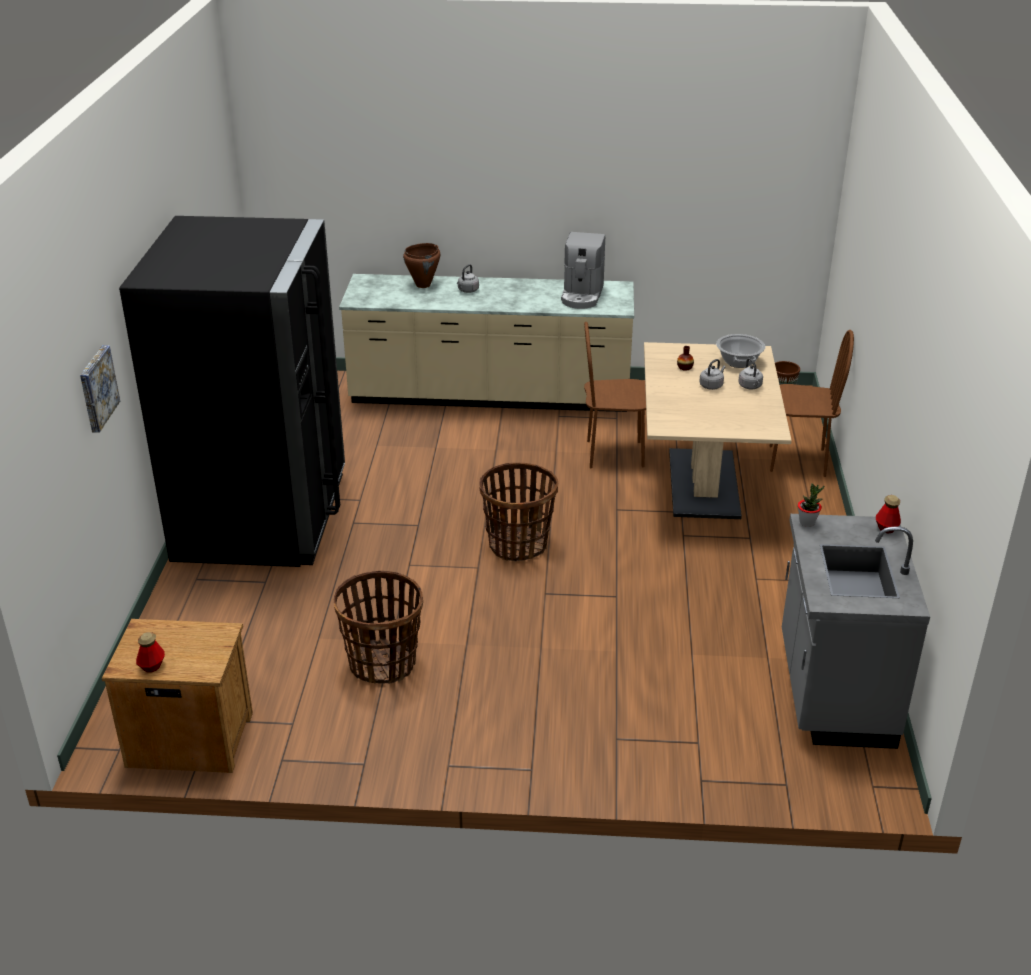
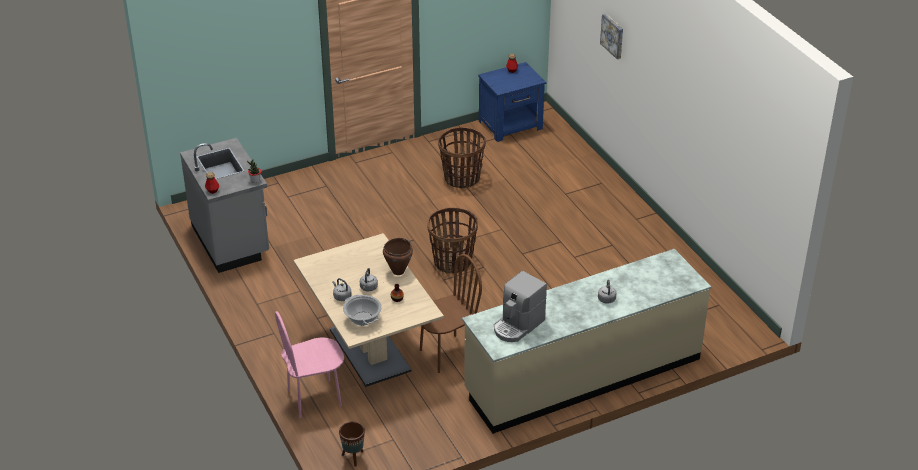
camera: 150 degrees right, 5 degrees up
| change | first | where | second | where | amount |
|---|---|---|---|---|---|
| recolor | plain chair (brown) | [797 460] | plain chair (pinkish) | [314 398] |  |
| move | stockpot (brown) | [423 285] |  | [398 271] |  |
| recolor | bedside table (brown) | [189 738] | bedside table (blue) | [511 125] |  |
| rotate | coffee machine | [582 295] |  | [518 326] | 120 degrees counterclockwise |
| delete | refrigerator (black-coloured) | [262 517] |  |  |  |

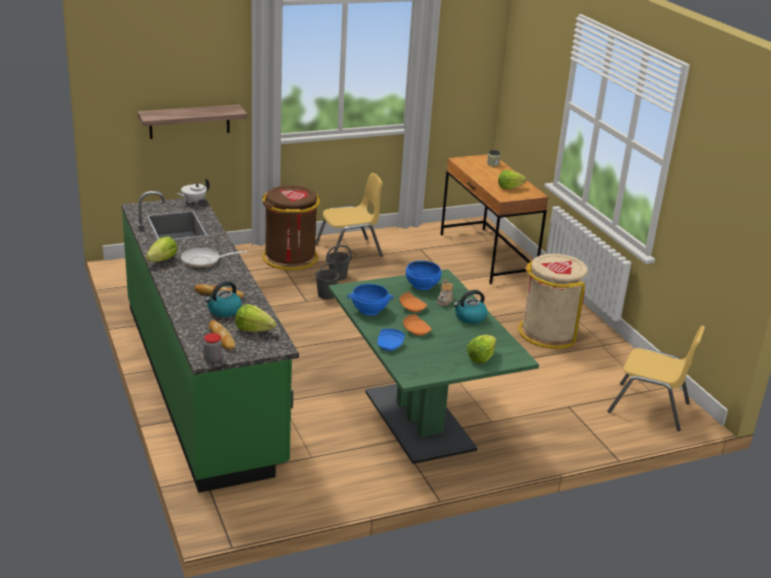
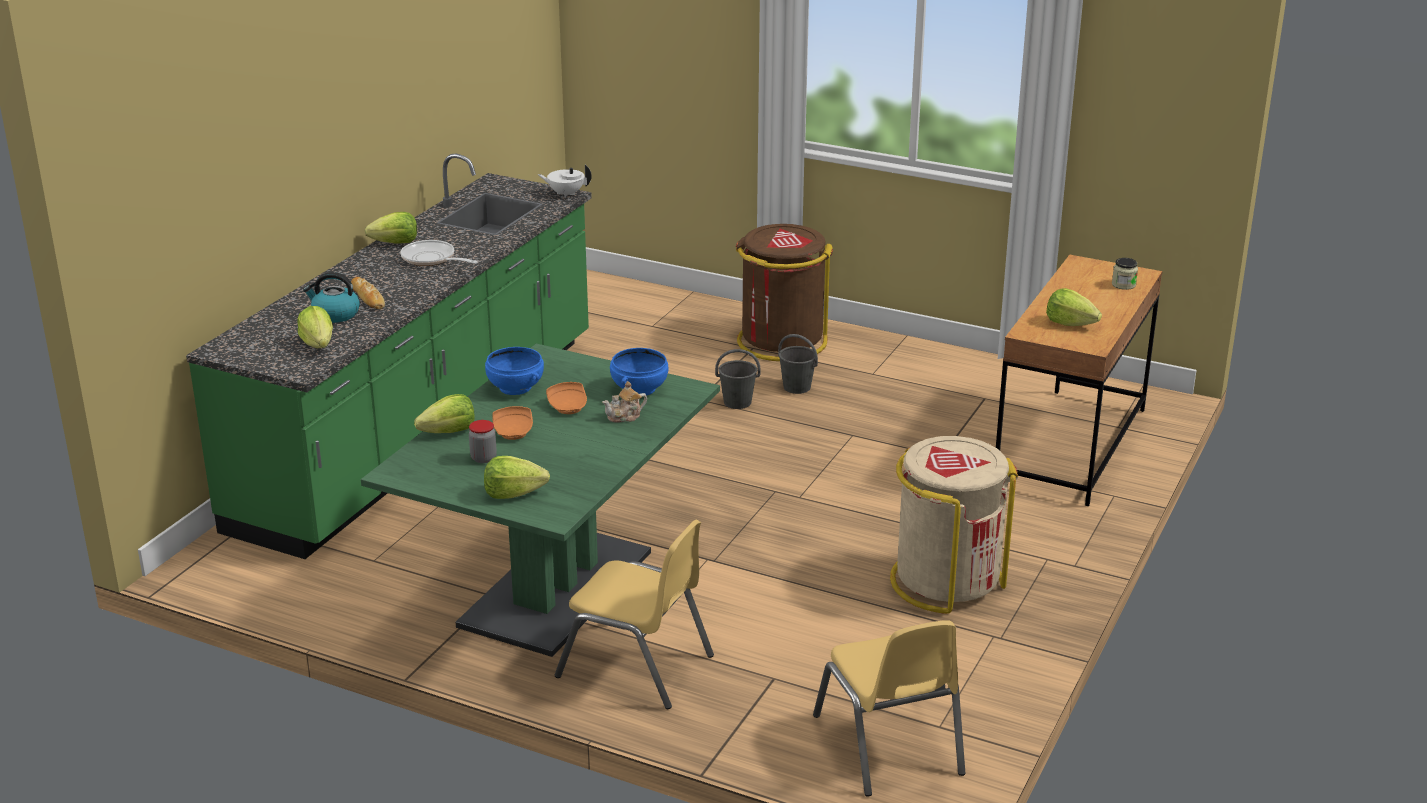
camera: 50 degrees right, 0 degrees up
| change | first | where | second | where | amount |
|---|---|---|---|---|---|
| replace | plate (blue) | [390 345] | lettuce | [449 432] |  |
| move | preserve jar | [212 359] |  | [483 458] |  |
| move | plain chair (yellow-coloured) | [349 251] |  | [636 666] |  |
| delete | bracket shelf | [189 121] |  |  |  |
| delete | bread | [221 338] |  |  |  |
| delete | water kettle | [469 317] |  |  |  |

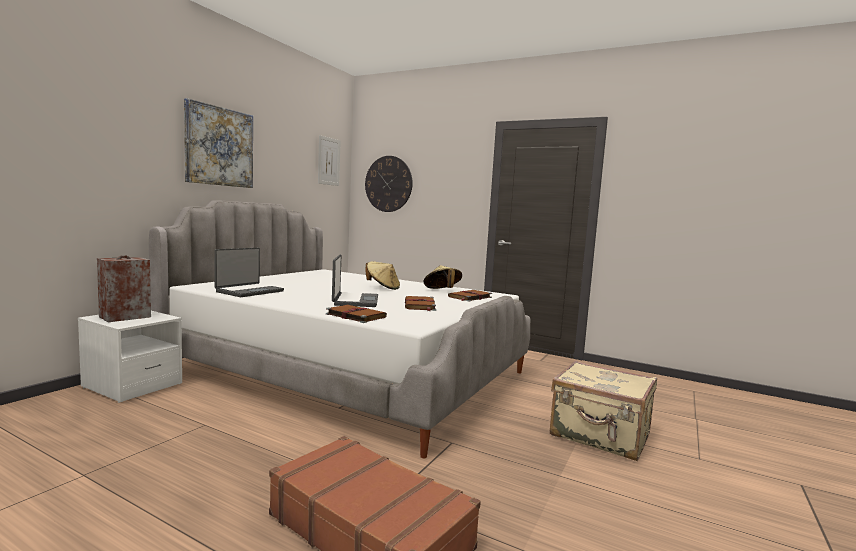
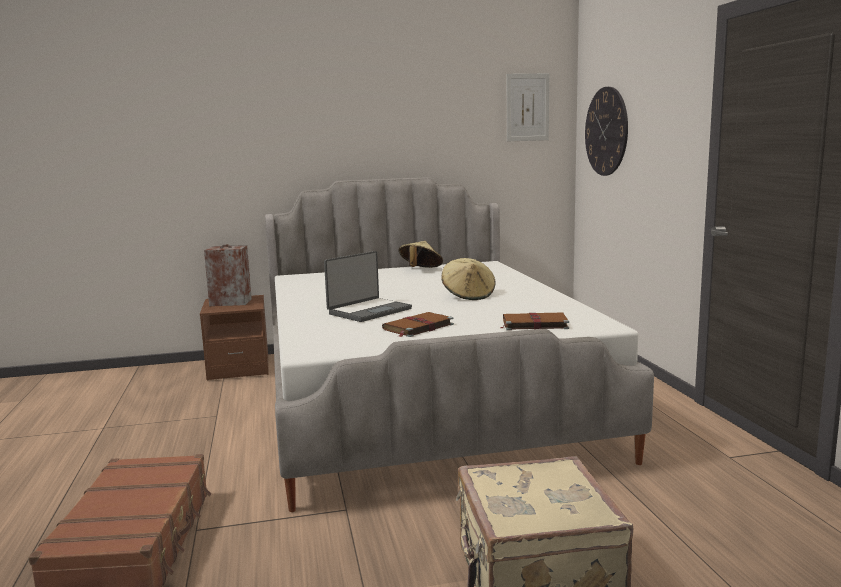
camera: 50 degrees right, 5 degrees up
| change | first | where | second | where | amount |
|---|---|---|---|---|---|
| recolor | bedside table (whitish) | [132 386] | bedside table (brown) | [239 368] |  |
| move | clothing hat (beige) | [442 291] |  | [420 270] |  |
| delete | wall picture | [219 146] |  |  |  |
| delete | notebook computer | [249 291] |  |  |  |
| delete | book (brown) | [355 315] |  |  |  |

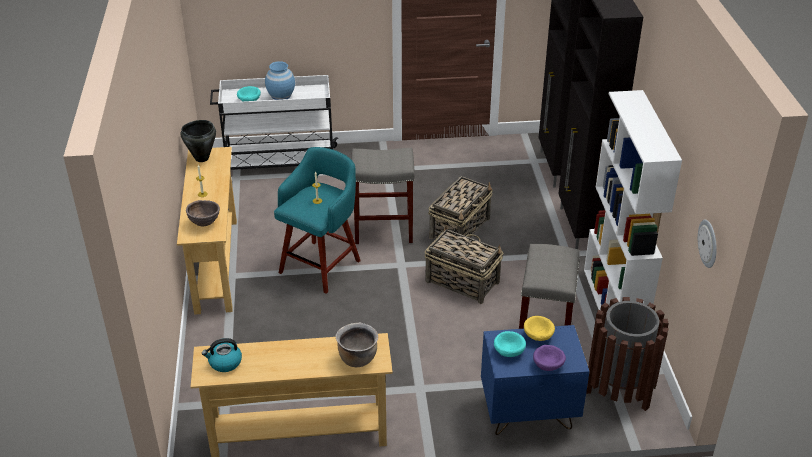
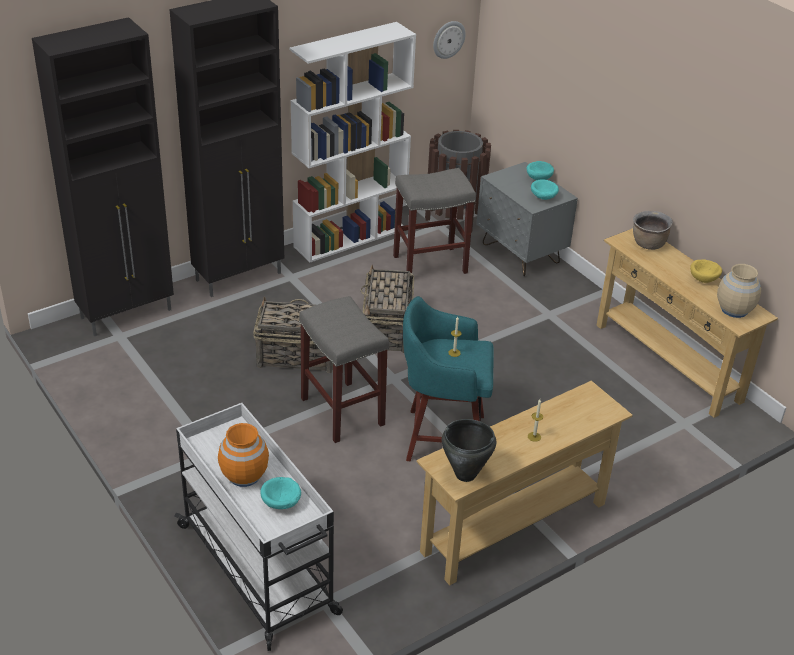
camera: 120 degrees left, 0 degrees up
| change | first | where | second | where | amount |
|---|---|---|---|---|---|
| recolor | flower vase (blue) | [281 96] | flower vase (orangey) | [244 475] |  |
| recolor | bedside table (blue) | [528 413] | bedside table (gray) | [521 254] |  |
| recolor | serving bowl (purple) | [549 365] | serving bowl (turquoise-coloured) | [538 178] |  |
| move | serving bowl (yellow-coloured) | [538 336] |  | [704 279] |  |
| replace | water kettle | [224 363] | flower vase (beige) | [734 309] |  |
| delete | serving bowl (brown) | [204 223] |  |  |  |

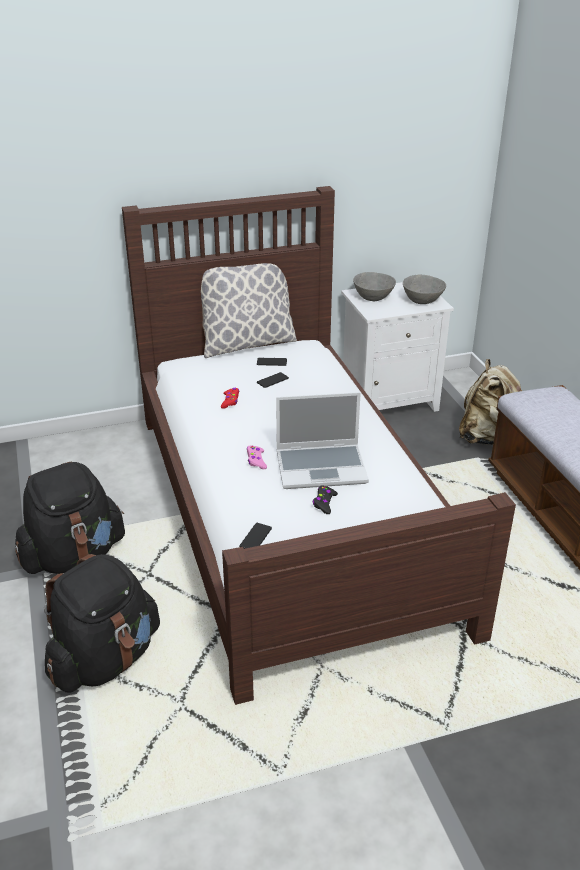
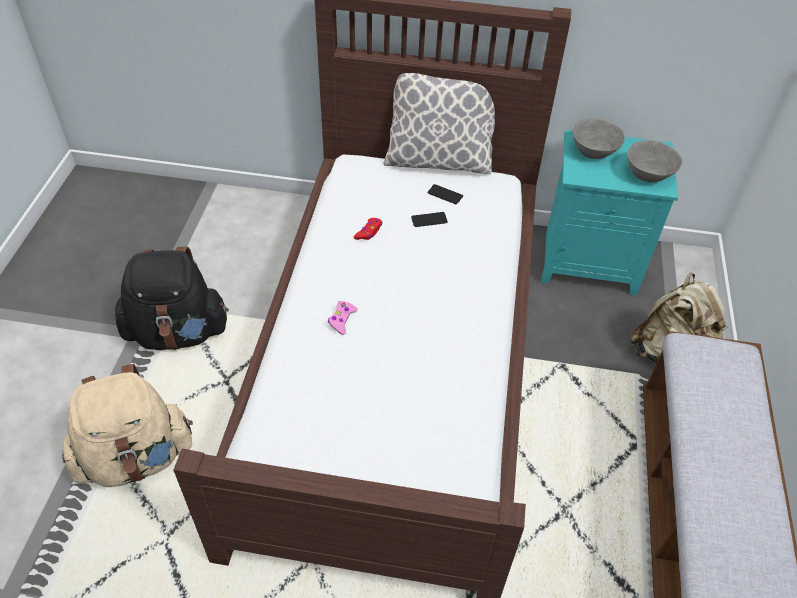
camera: 25 degrees right, 15 degrees up
| change | first | where | second | where | amount |
|---|---|---|---|---|---|
| recolor | backpack (black-coloured) | [106 659] | backpack (beige) | [136 458] |  |
| recolor | bedside table (whitish) | [389 400] | bedside table (turquoise-coloured) | [590 261] |  |
| delete | phone | [255 537] |  |  |  |
| delete | notebook computer | [322 467] |  |  |  |
| delete | game controller (black-coloured) | [324 503] |  |  |  |

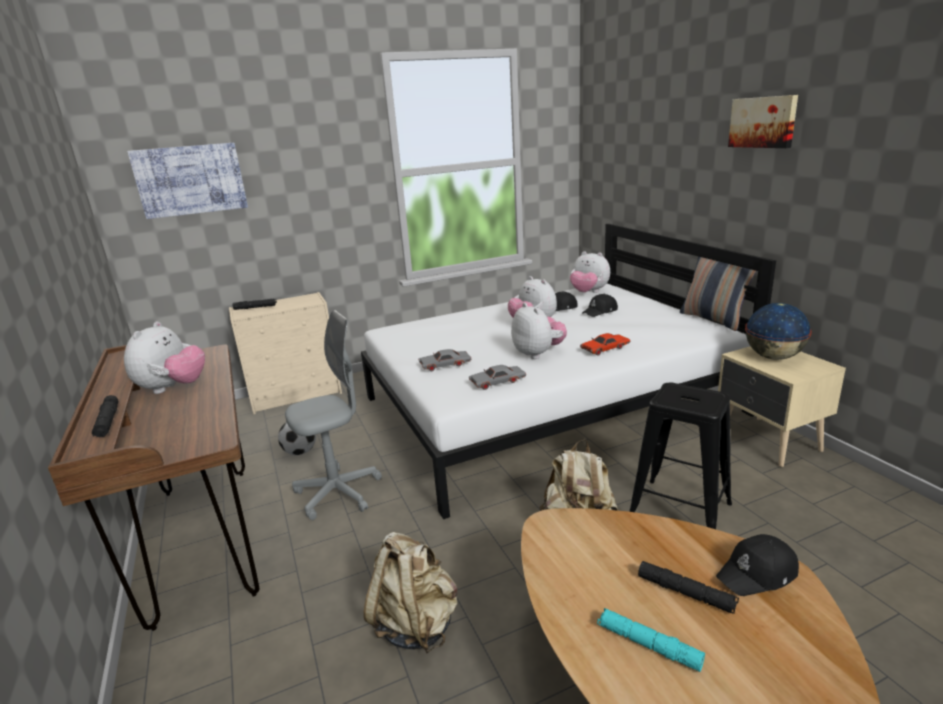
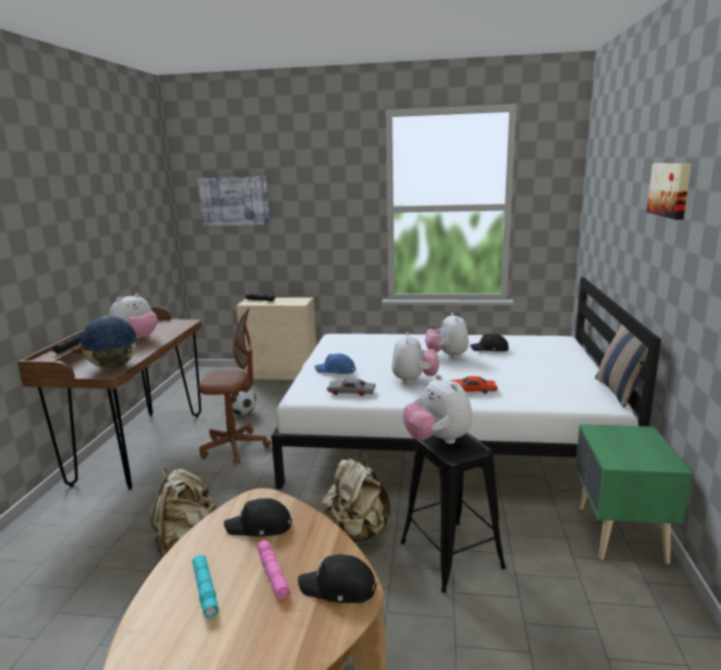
camera: 30 degrees right, 5 degrees down
| change | first | where | second | where | amount |
|---|---|---|---|---|---|
| move | desk globe | [774 357] |  | [113 366] |  |
| recolor | desk chair (gray) | [338 493] | desk chair (brown) | [235 447] |  |
| move | peaked cap (black-coloured) | [600 311] |  | [259 527] |  |
| recolor | flashlight (black-coloured) | [685 593] | flashlight (pinkish) | [273 575] |  |
| replace | model car (gray) | [445 365] | peaked cap (blue) | [336 371] |  |
| move | cuddly toy | [588 292] |  | [437 440] |  |
| recolor | bedside table (beige) | [769 442] | bedside table (greenish) | [618 534] |  |

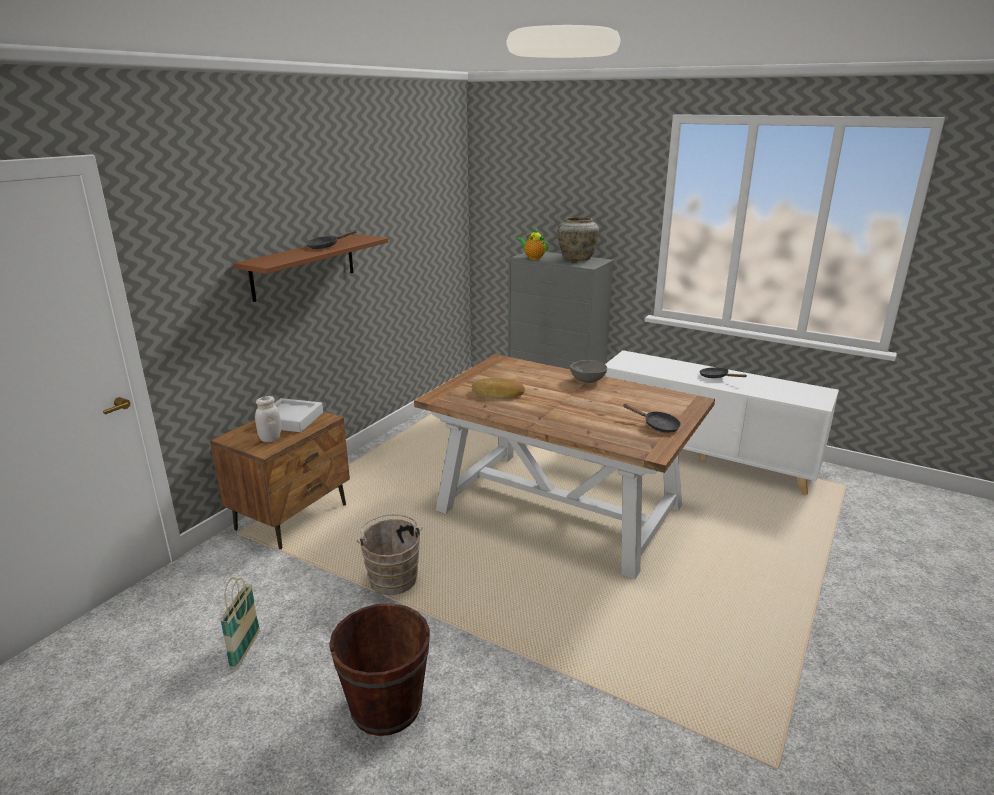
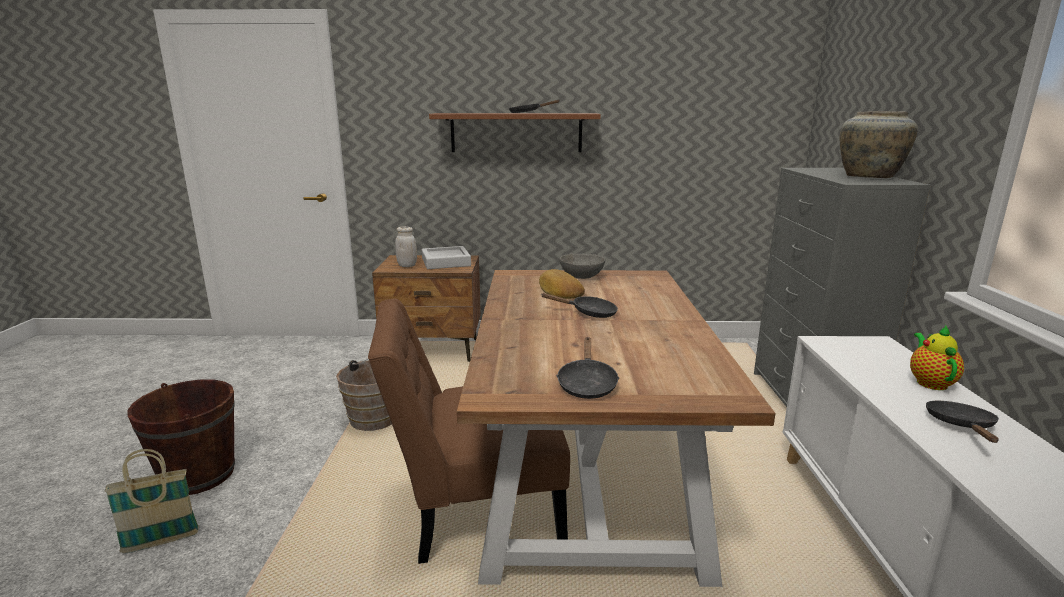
camera: 60 degrees right, 5 degrees down
| change | first | where | second | where | amount |
|---|---|---|---|---|---|
| move | storage basket | [245 650] |  | [161 542] |  |
| insert |  |  | plain chair (brown) | [475 508] |  |
| insert |  |  | frying pan (black-coloured) | [589 313] |  |
| move | serving bowl (gray) | [587 381] |  | [581 277] |  |
| move | tea pot | [533 258] |  | [930 382] |  |

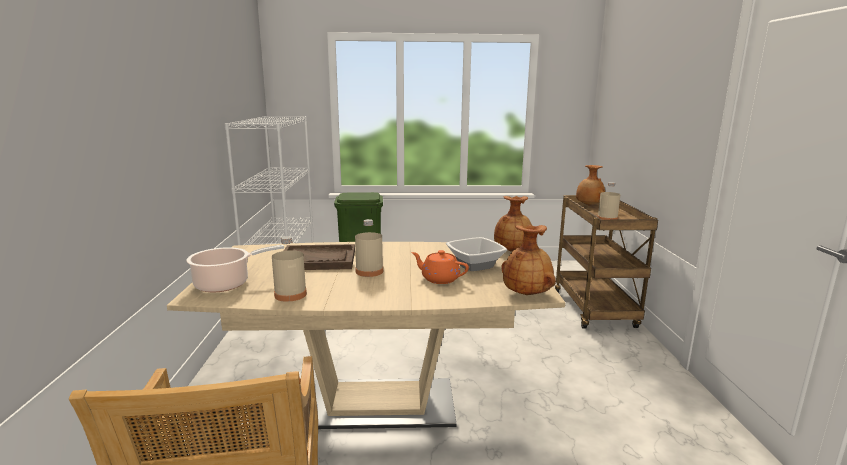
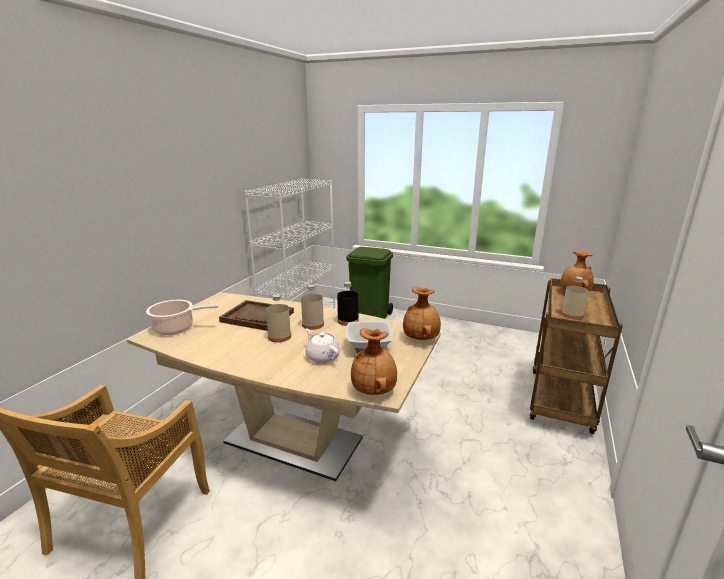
camera: 25 degrees right, 5 degrees up
| change | first | where | second | where | amount |
|---|---|---|---|---|---|
| move | drink bottle (beige) | [290 295] |  | [313 324] |  |
| recolor | tea pot (orangey) | [439 279] | tea pot (whitish) | [322 356] |  |
| insert |  |  | drink bottle (black-coloured) | [348 321] |  |

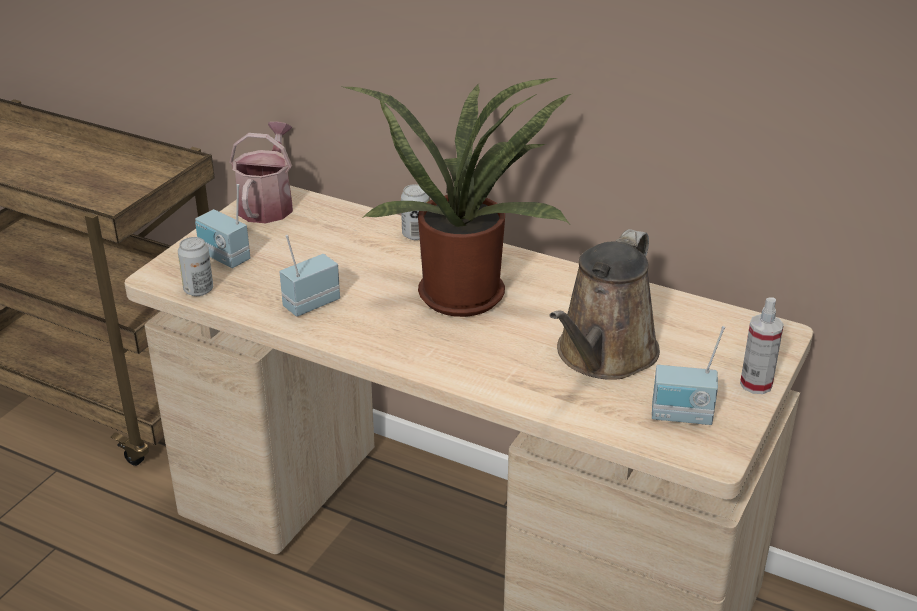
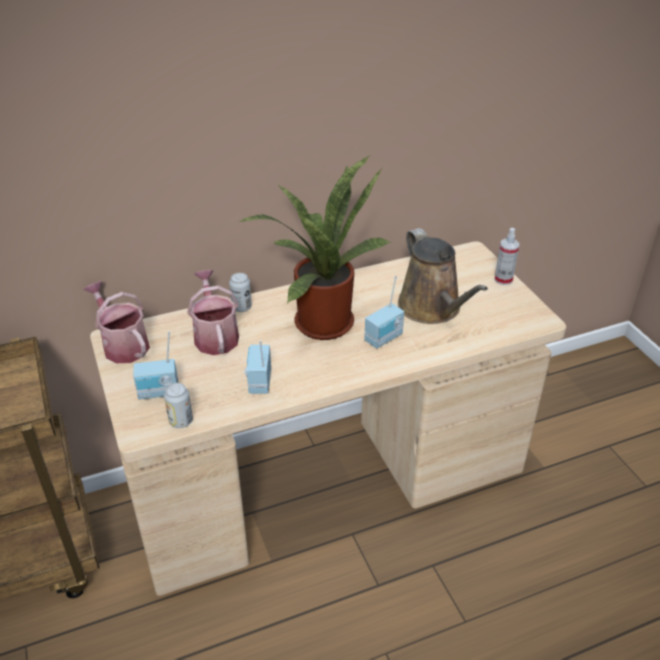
camera: 50 degrees left, 5 degrees up
| change | first | where | second | where | amount |
|---|---|---|---|---|---|
| insert |  |  | watering can | [215 335] |  |
| move | radio | [681 417] |  | [384 339] |  |

